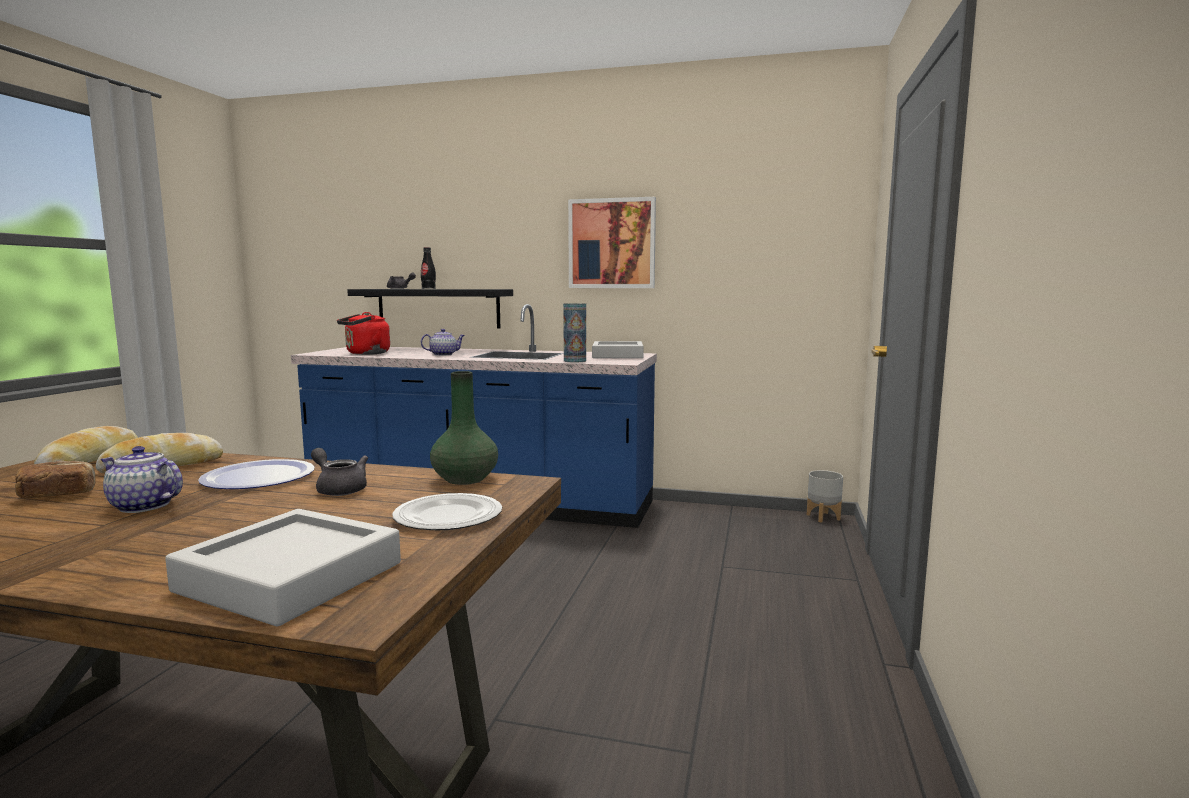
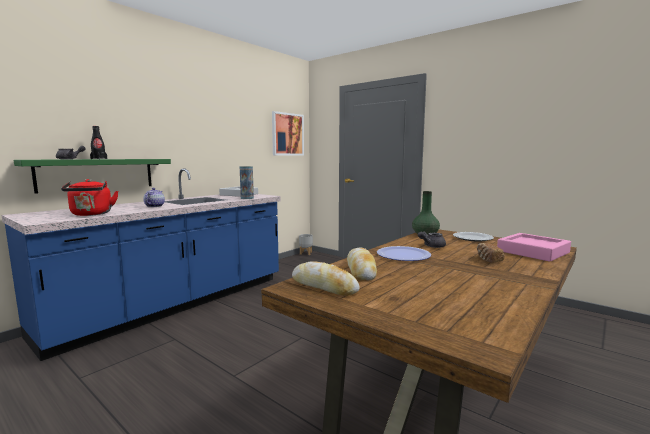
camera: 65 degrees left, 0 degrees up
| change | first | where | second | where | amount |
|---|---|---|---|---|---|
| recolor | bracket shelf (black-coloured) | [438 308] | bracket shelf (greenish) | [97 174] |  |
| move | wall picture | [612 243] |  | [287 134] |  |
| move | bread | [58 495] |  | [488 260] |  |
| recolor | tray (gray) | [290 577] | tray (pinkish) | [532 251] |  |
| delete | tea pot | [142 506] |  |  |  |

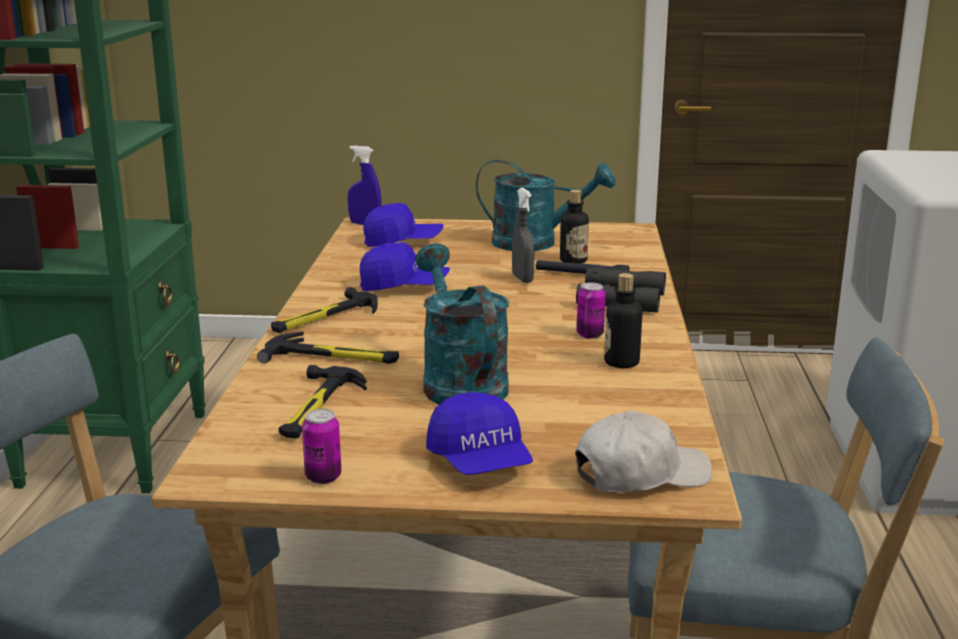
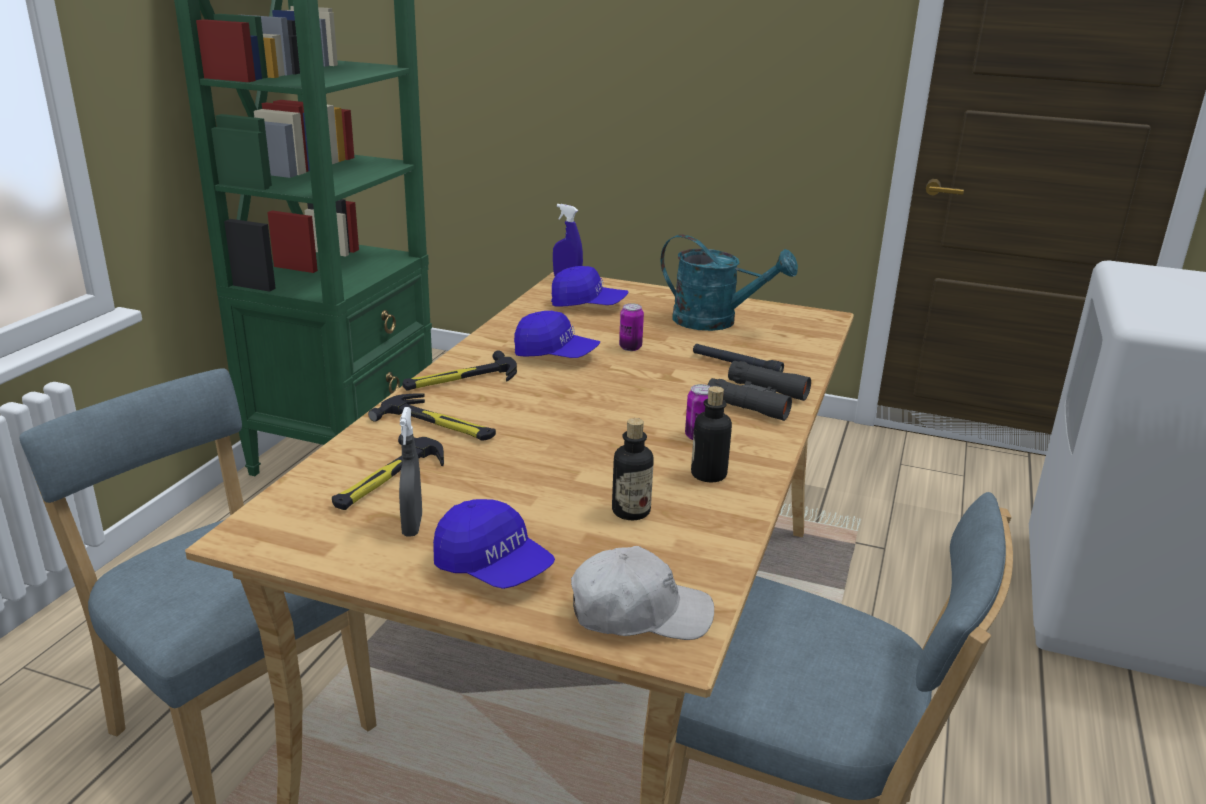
camera: 15 degrees right, 5 degrees up
| change | first | where | second | where | amount |
|---|---|---|---|---|---|
| move | hand sprayer (gray) | [522 279] |  | [412 526] |  |
| rotate | peaked cap (blue) | [480 462] |  | [493 568] | 45 degrees counterclockwise |
| move | drink bottle | [573 260] |  | [631 511] |  |
| move | can | [323 477] |  | [630 347] |  |
| delete | watering can (turquoise-coloured) | [459 382] |  |  |  |

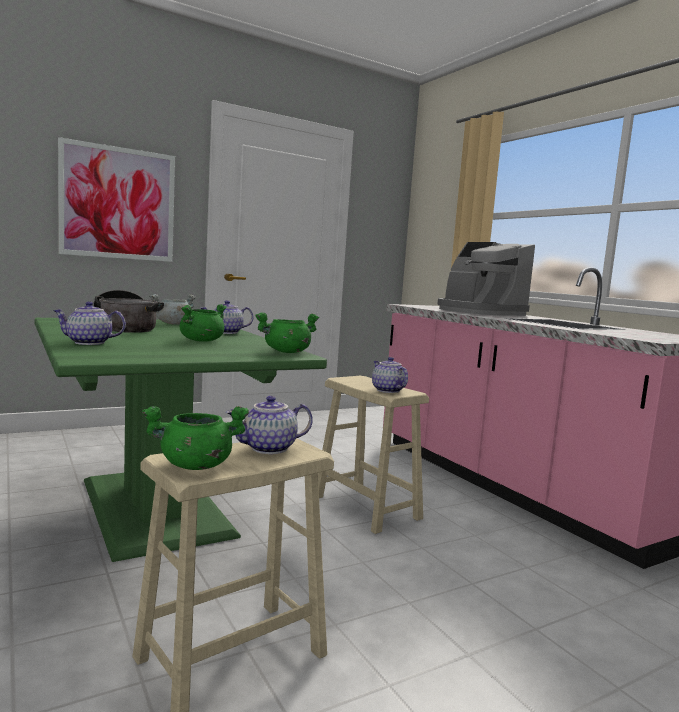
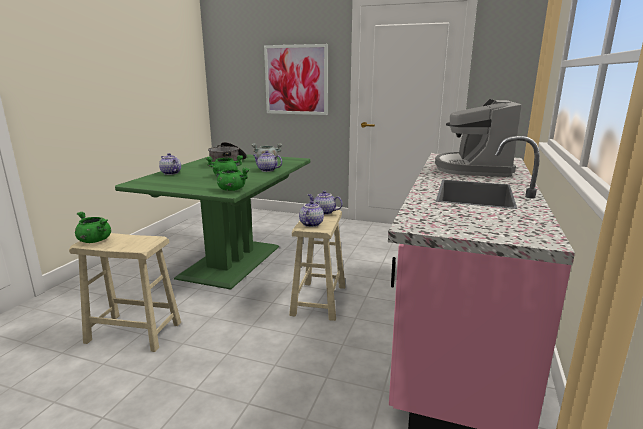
camera: 50 degrees right, 10 degrees up
| change | first | where | second | where | amount |
|---|---|---|---|---|---|
| move | tea pot | [268 449] |  | [324 212] |  |

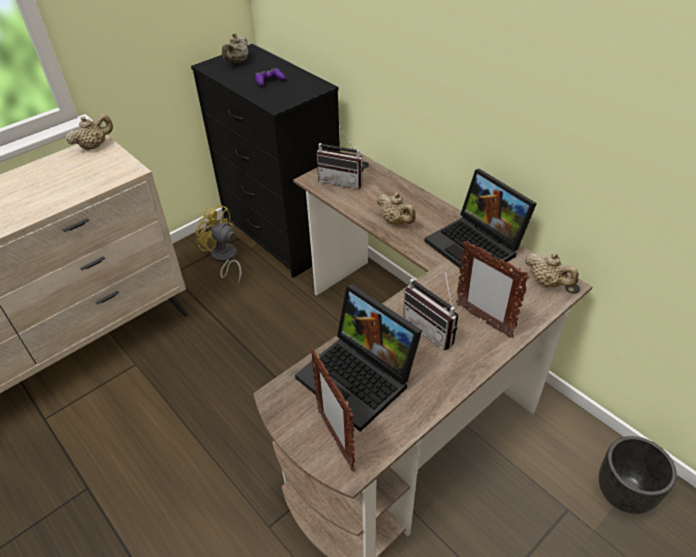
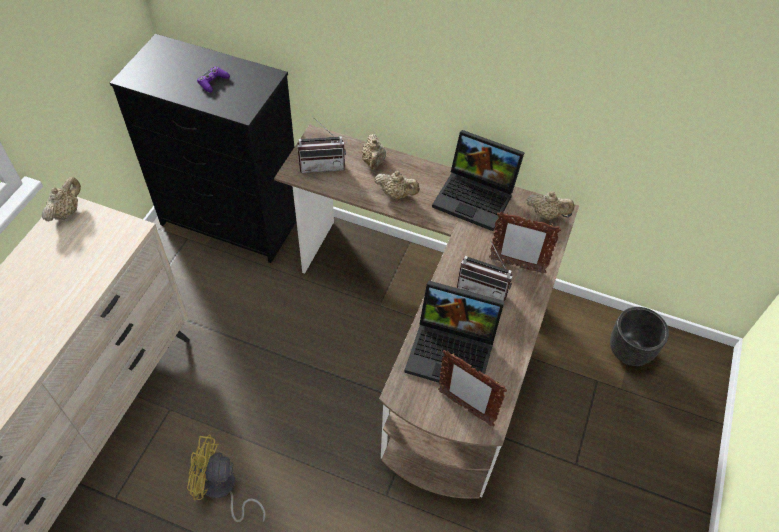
camera: 30 degrees left, 10 degrees up
| change | first | where | second | where | amount |
|---|---|---|---|---|---|
| move | cooling fan (yellow-coloured) | [224 259] |  | [222 489] |  |
| move | tea pot (beige) | [237 62] |  | [373 162] |  |

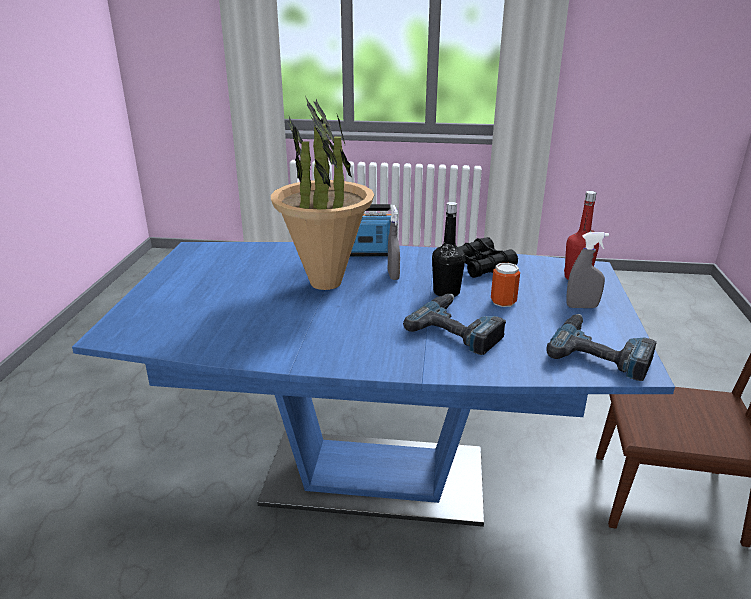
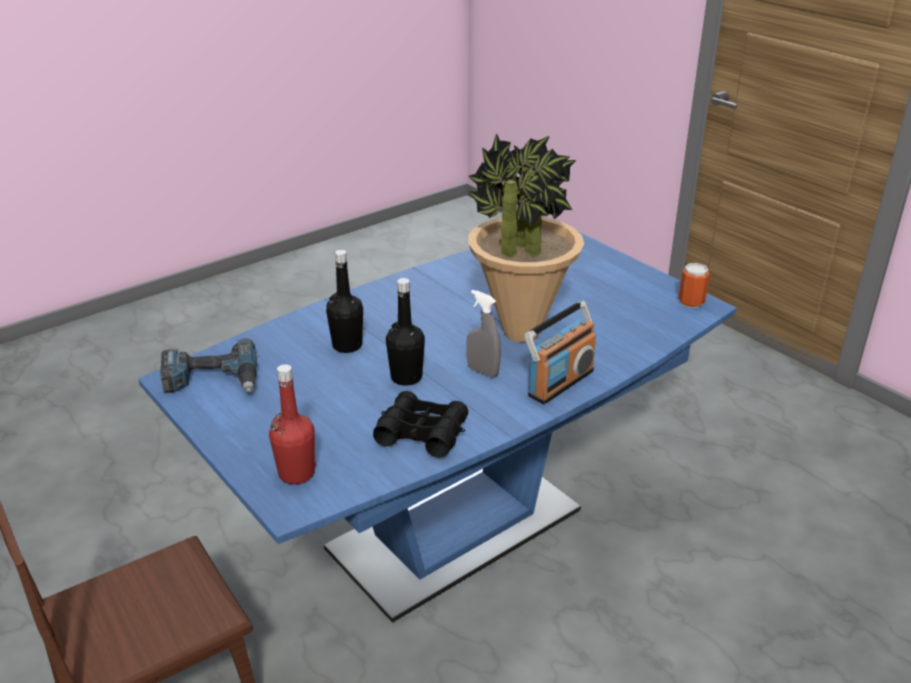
camera: 135 degrees right, 5 degrees up
| change | first | where | second | where | amount |
|---|---|---|---|---|---|
| replace | drill | [458 329] | drink bottle (black-coloured) | [347 345] |  |
| move | can | [503 302] |  | [691 302] |  |
| delete | hand sprayer (gray) | [582 306] |  |  |  |

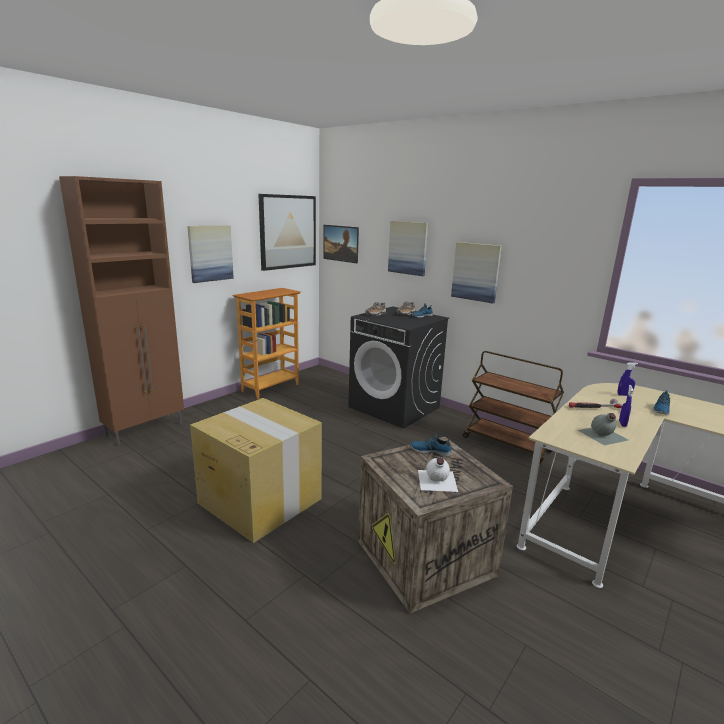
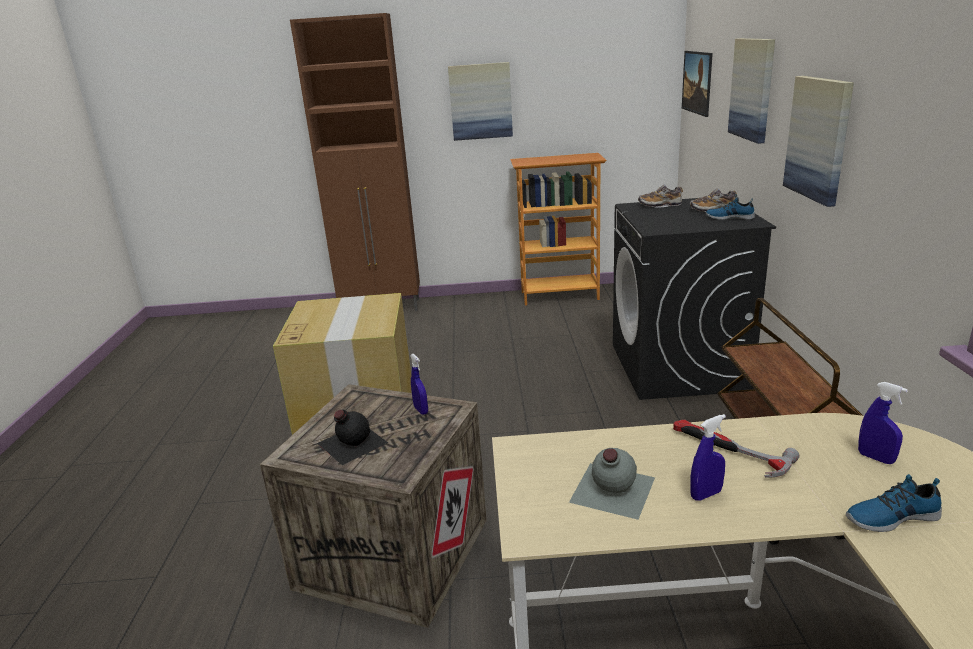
camera: 50 degrees right, 5 degrees up
| change | first | where | second | where | amount |
|---|---|---|---|---|---|
| recolor | drink bottle (whitish) | [436 480] | drink bottle (black-coloured) | [351 443] |  |
| replace | item of footwear | [430 450] | hand sprayer (blue) | [421 410] |  |
| delete | wall picture | [288 232] |  |  |  |

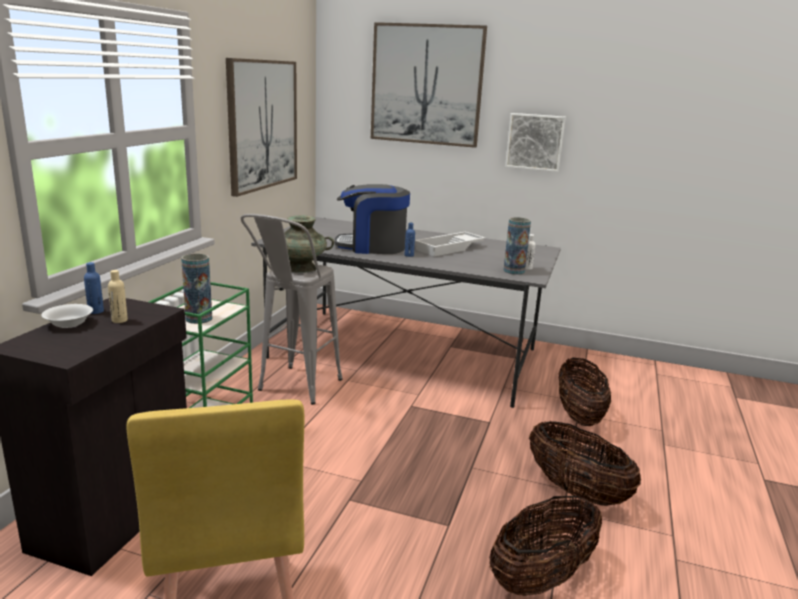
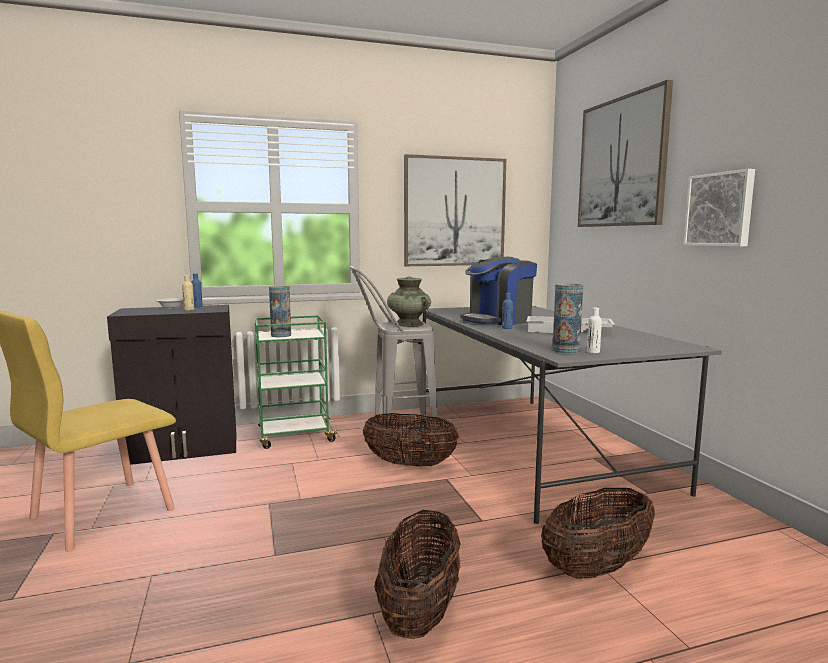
camera: 55 degrees right, 10 degrees down
| change | first | where | second | where | amount |
|---|---|---|---|---|---|
| move | storage basket | [542 577] |  | [410 464] |  |
| rotate | coffee machine | [372 246] |  | [498 320] | 90 degrees counterclockwise |

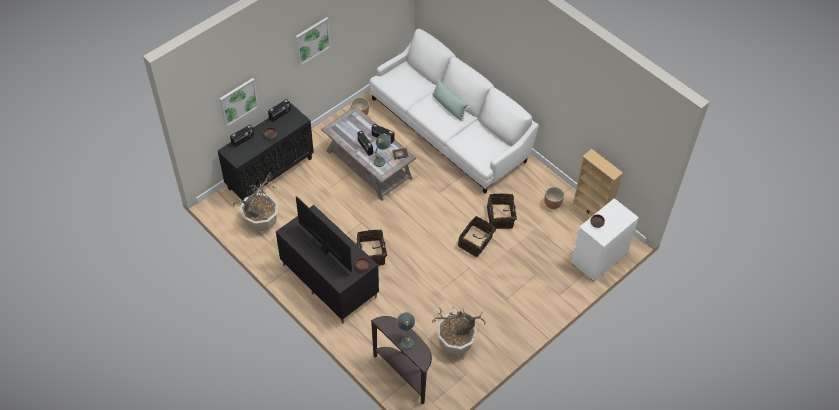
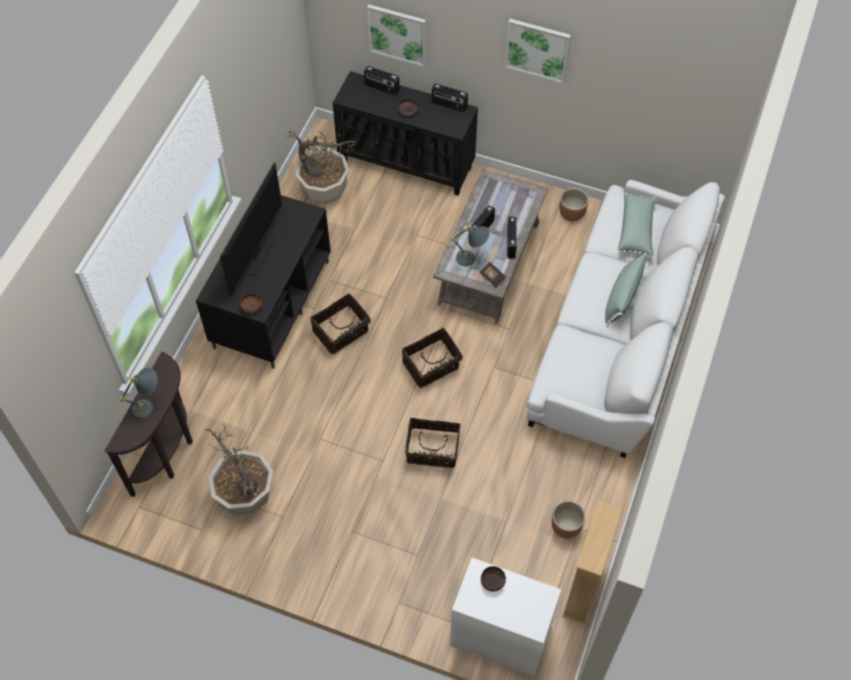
camera: 65 degrees right, 5 degrees up
| change | first | where | second | where | amount |
|---|---|---|---|---|---|
| move | storage basket | [501 217] |  | [431 366] |  |
| insert |  |  | cushion (greenish) | [636 230] |  |

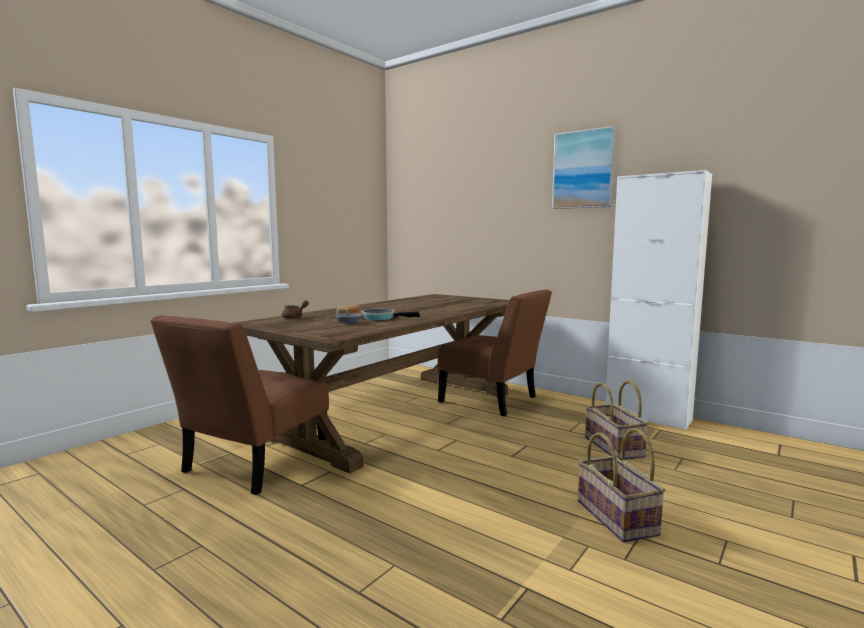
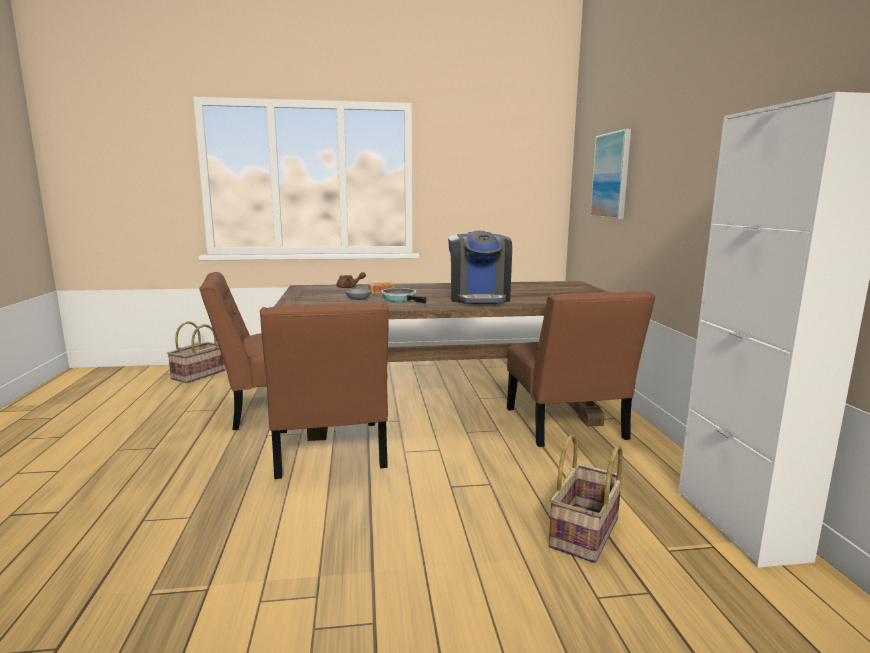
camera: 45 degrees right, 5 degrees up
| change | first | where | second | where | amount |
|---|---|---|---|---|---|
| move | storage basket | [618 518] |  | [199 375] |  |
| insert |  |  | plain chair (brown) | [329 453] |  |
| insert |  |  | coffee machine | [479 298] |  |
| move | wall picture | [583 169] |  | [611 175] |  |

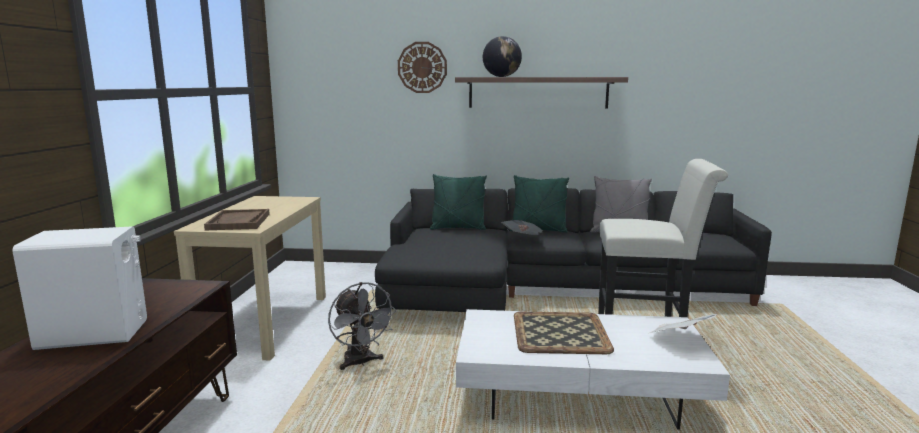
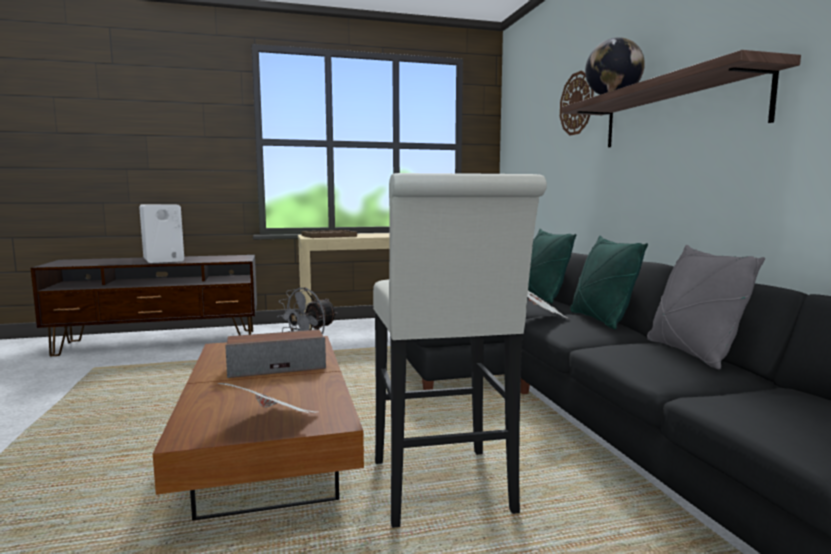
camera: 70 degrees right, 5 degrees down
| change | first | where | second | where | amount |
|---|---|---|---|---|---|
| recolor | lounge table (whitish) | [579 397] | lounge table (brown) | [270 453] |  |
| replace | tray | [559 332] | speaker | [277 367] |  |

